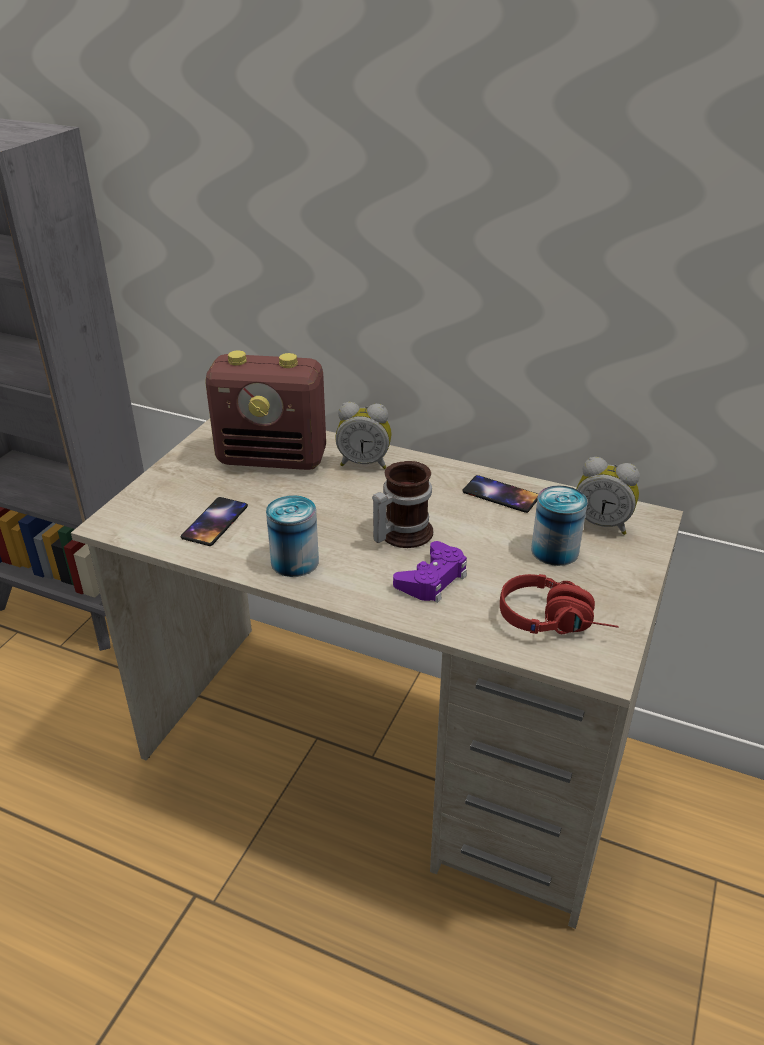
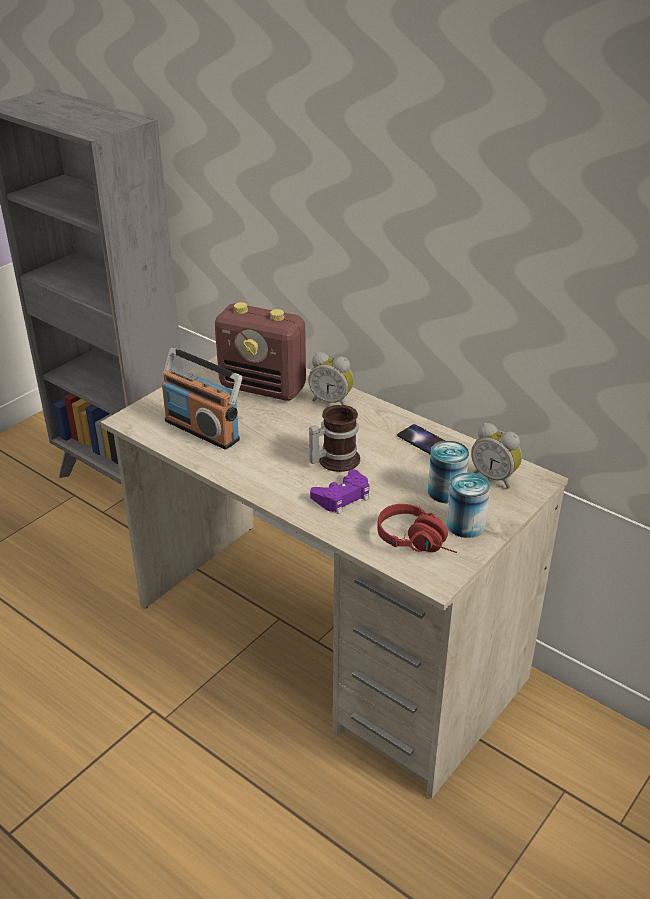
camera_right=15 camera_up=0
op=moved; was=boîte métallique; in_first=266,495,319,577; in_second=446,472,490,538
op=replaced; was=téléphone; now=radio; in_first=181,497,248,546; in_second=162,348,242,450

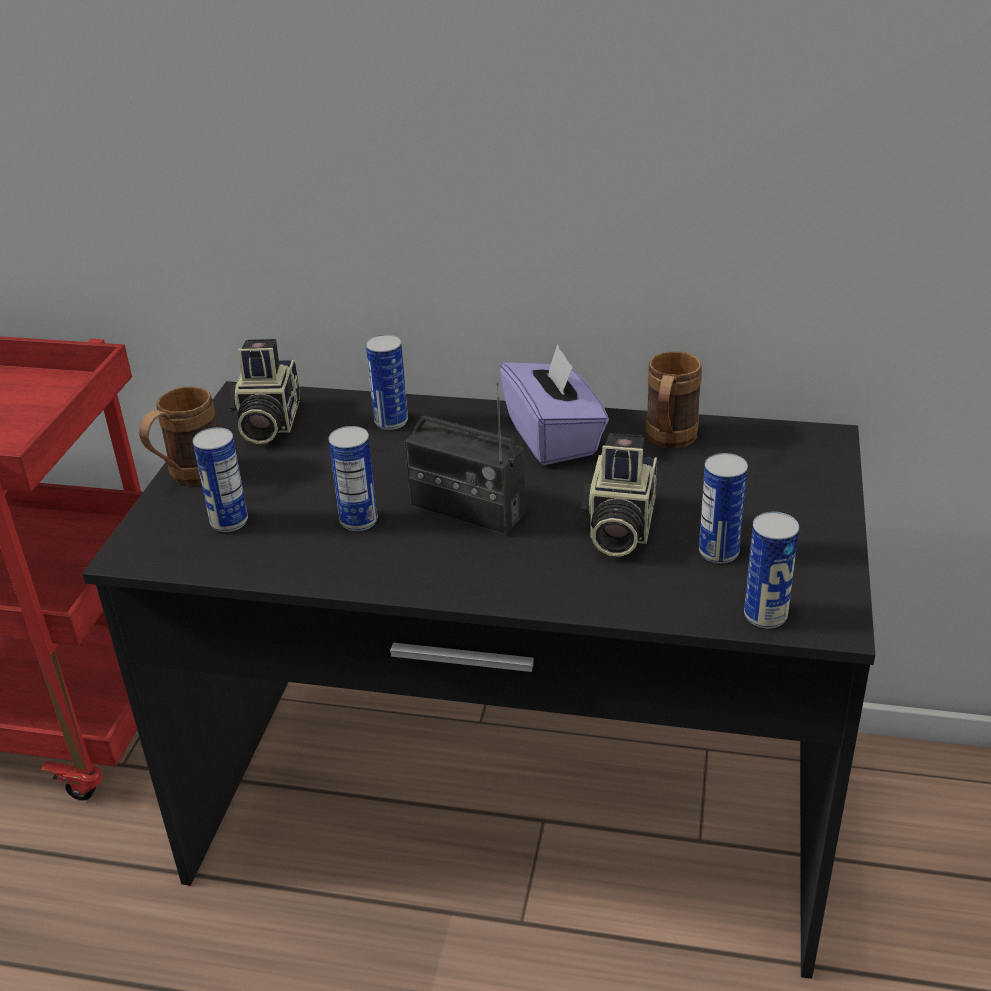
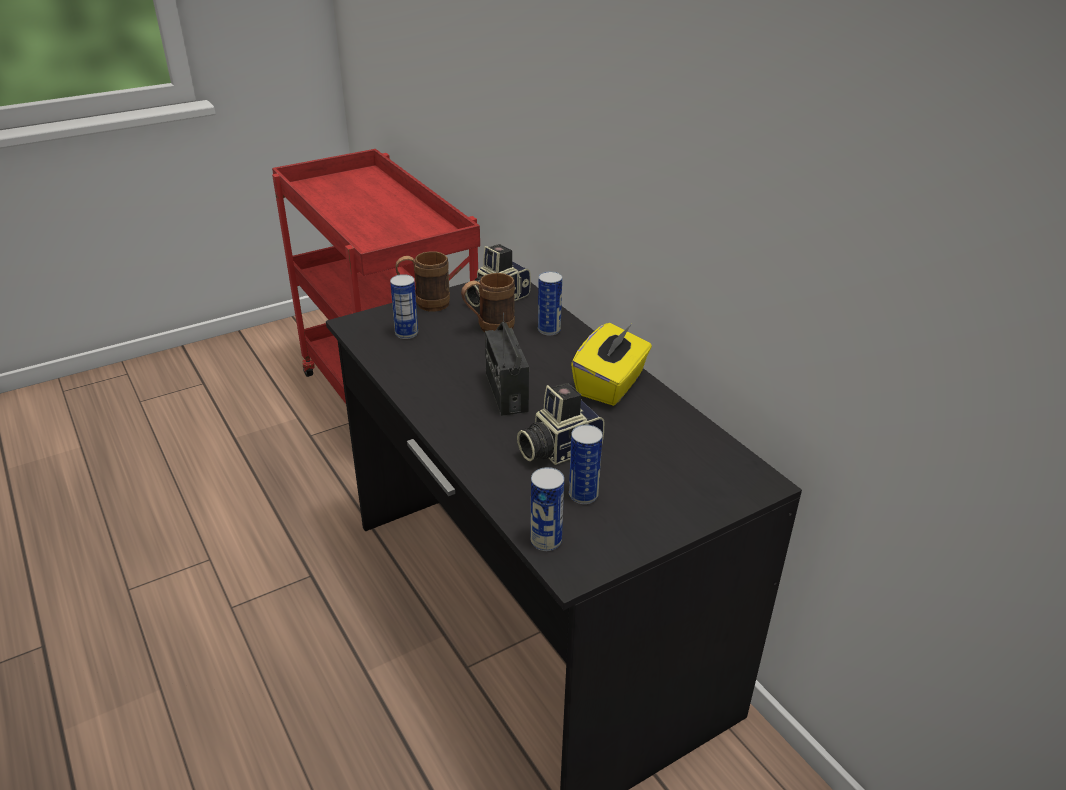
camera_right=45 camera_up=0
op=recoloured; was=boîte à mouchoirs [violet]; now=boîte à mouchoirs [jaune]; in_first=500,344,609,465; in_second=571,323,652,406
op=moved; was=mug [marron]; in_first=646,351,702,448; in_second=461,273,515,332
op=removed; was=boîte métallique; in_first=328,426,378,531

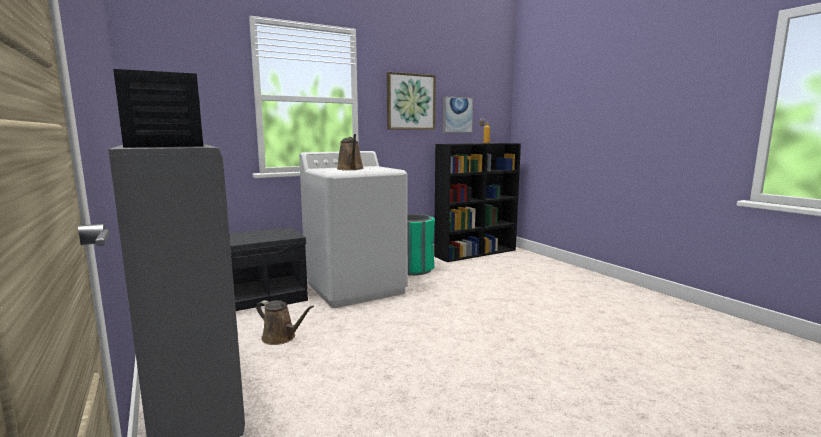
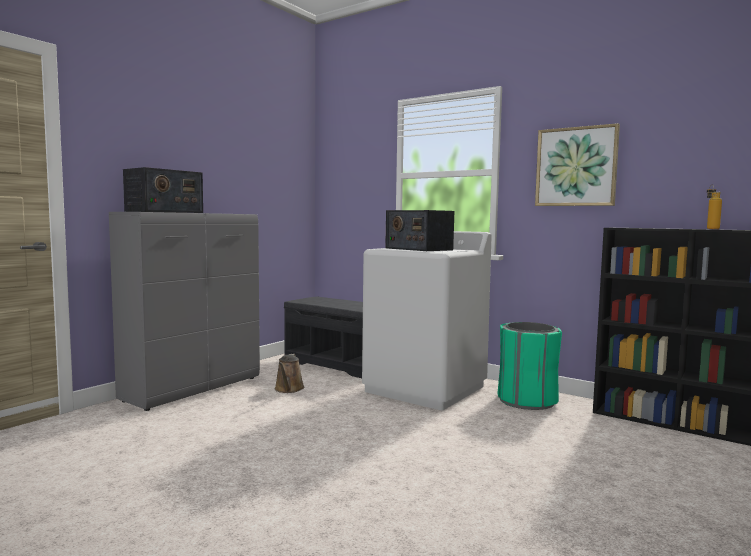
camera_right=65 camera_up=-5
op=removed; was=tableau; in_first=443,97,473,133
op=replaced; was=arrosoir [marron]; now=radio; in_first=337,134,364,170; in_second=385,210,454,251

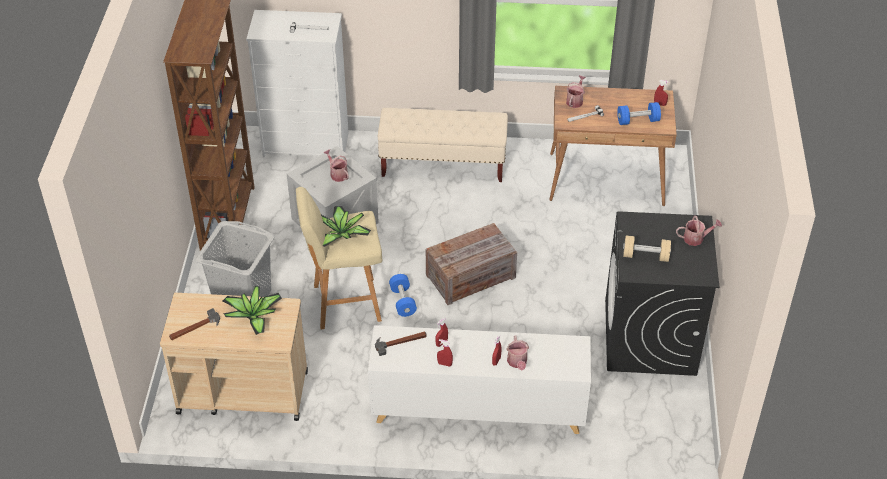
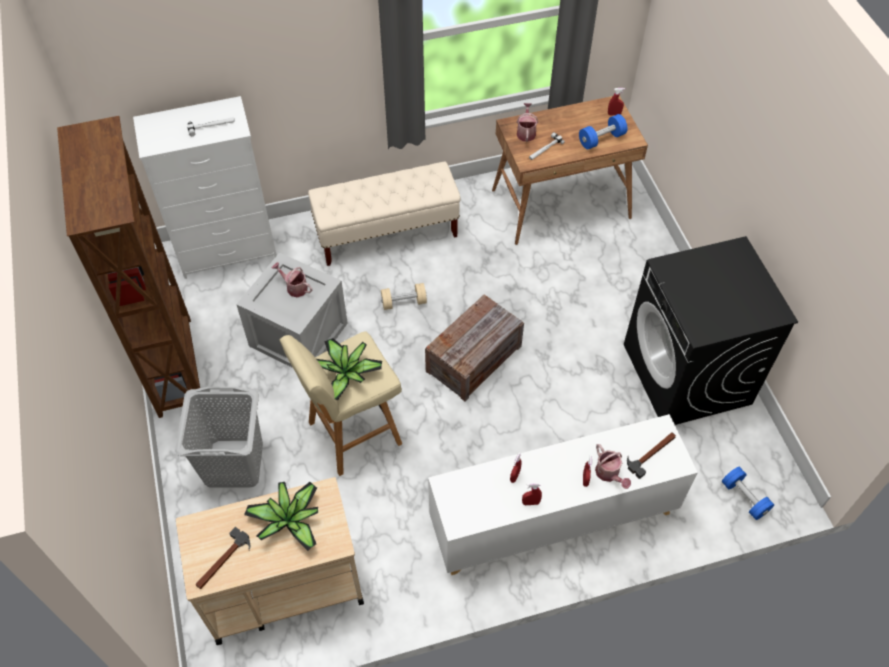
camera_right=-20 camera_up=10
op=removed; was=arrosoir; in_first=676,216,722,246
op=moved; was=haltère [beige]; in_first=623,236,671,262; in_second=381,283,427,310
op=moved; was=haltère [bleu]; in_first=389,274,417,317; in_second=722,467,774,520
op=moved; was=marteau; in_first=375,331,427,356; in_second=627,432,676,479

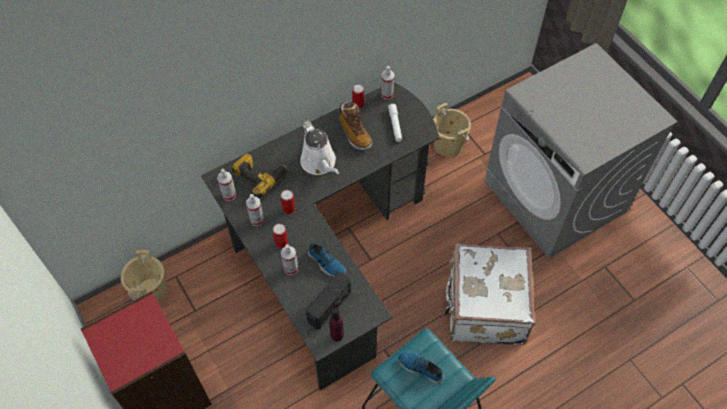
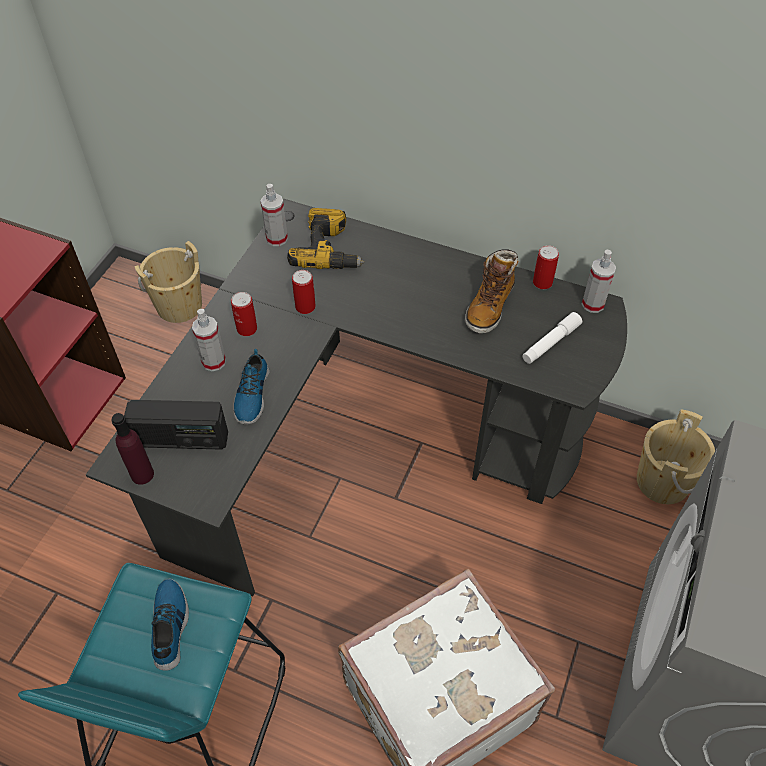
camera_right=55 camera_up=-5
op=removed; was=arrosoir [blanc]; in_first=300,120,339,175
op=removed; was=vaporisateur; in_first=246,194,264,226

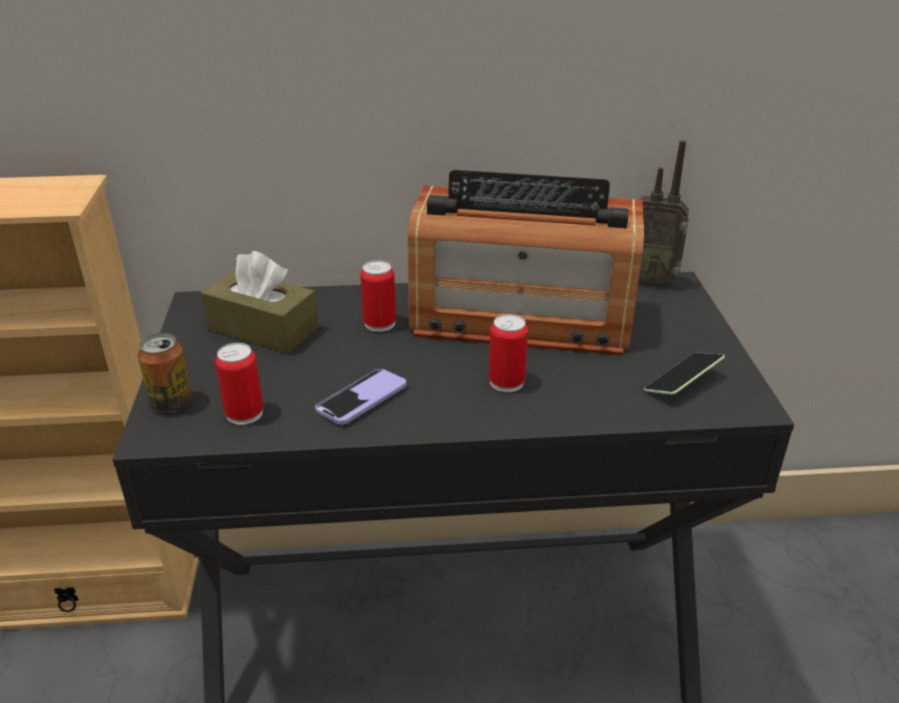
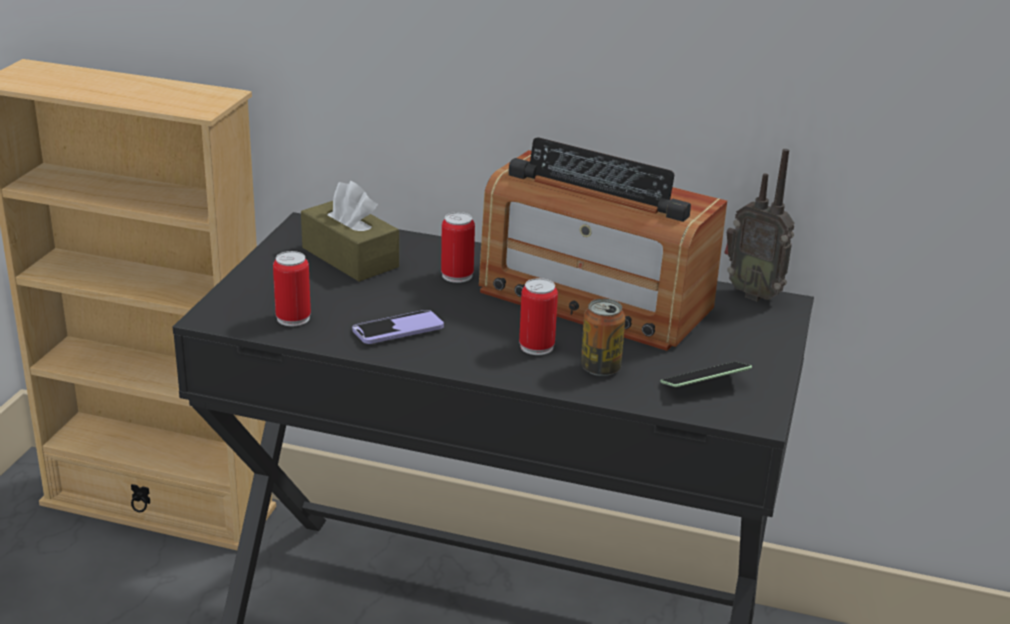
camera_right=20 camera_up=-5
op=moved; was=boîte métallique; in_first=137,333,193,412; in_second=581,299,625,376

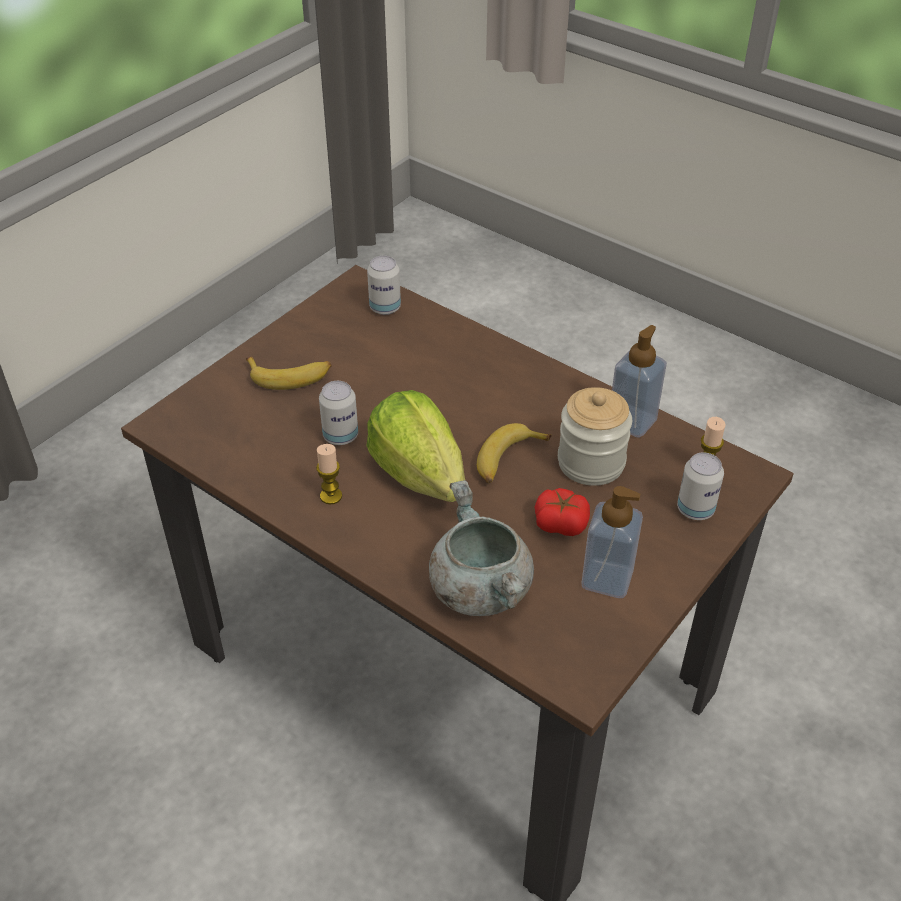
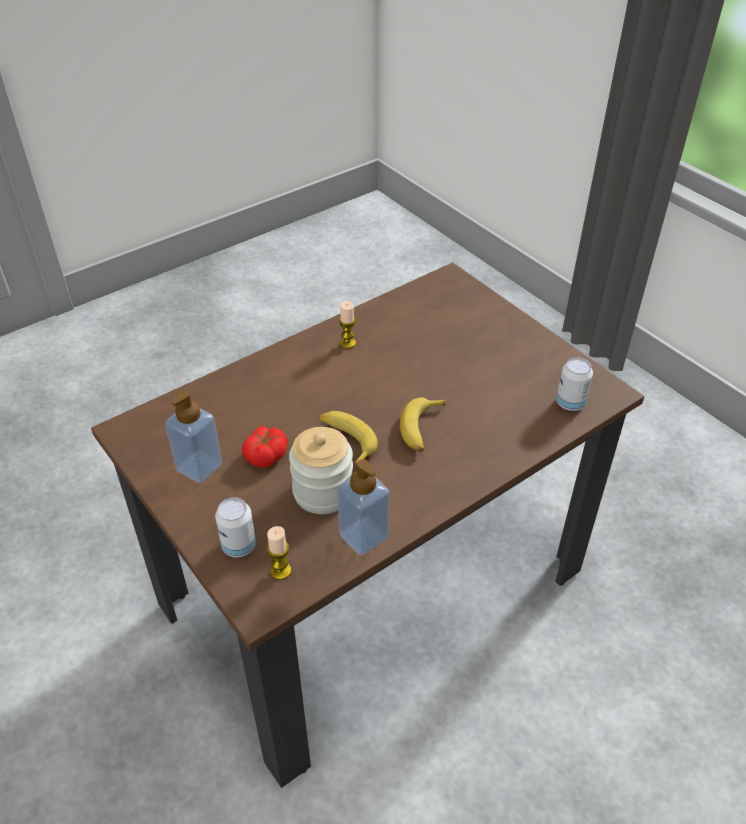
camera_right=105 camera_up=0
op=moved; was=banane; in_first=246,357,332,390; in_second=400,397,446,452
op=removed; was=boîte métallique; in_first=319,381,358,445
op=removed; was=laitue; in_first=366,390,465,502
op=removed; was=marmite [gris]; in_first=429,480,534,616

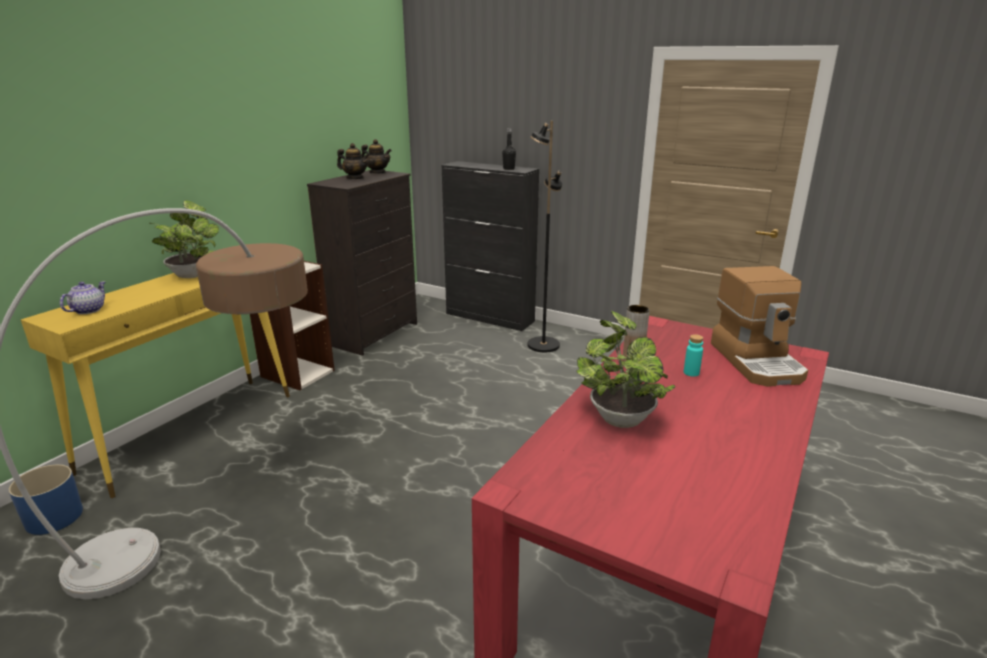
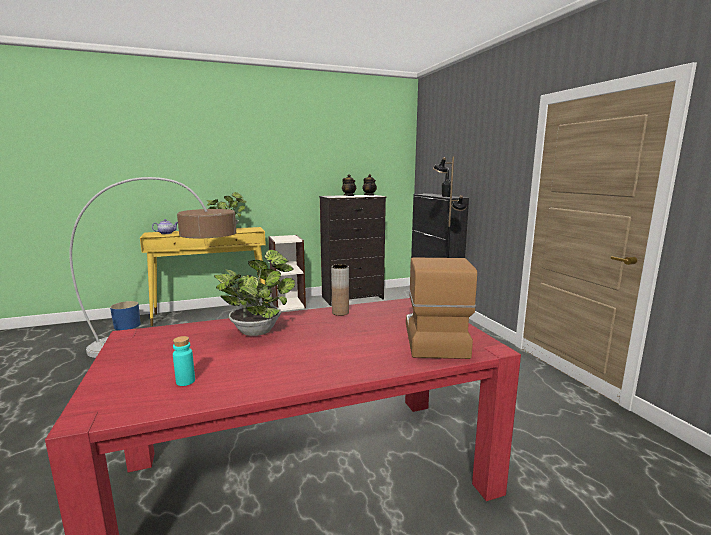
camera_right=40 camera_up=-10
op=turned; was=machine à café; in_first=711,266,808,387; in_second=406,258,477,359; clockwise=150
op=moved; was=bouteille [turquoise]; in_first=684,334,703,377; in_second=173,336,195,386

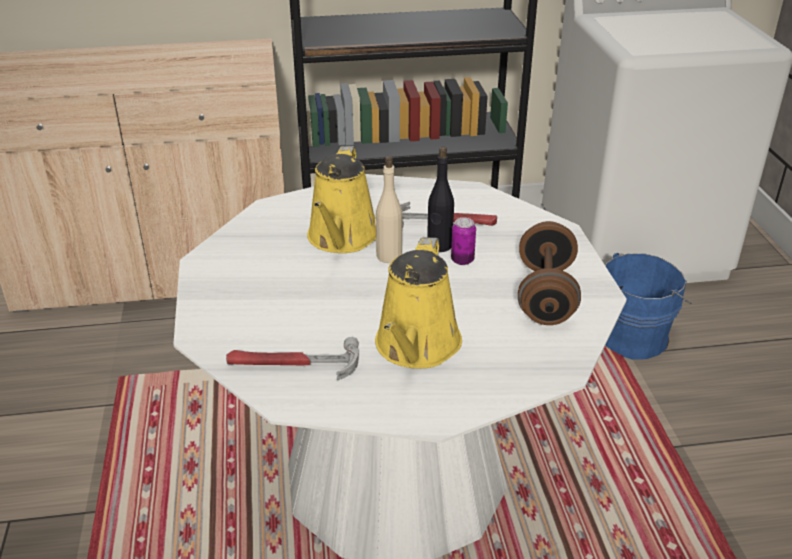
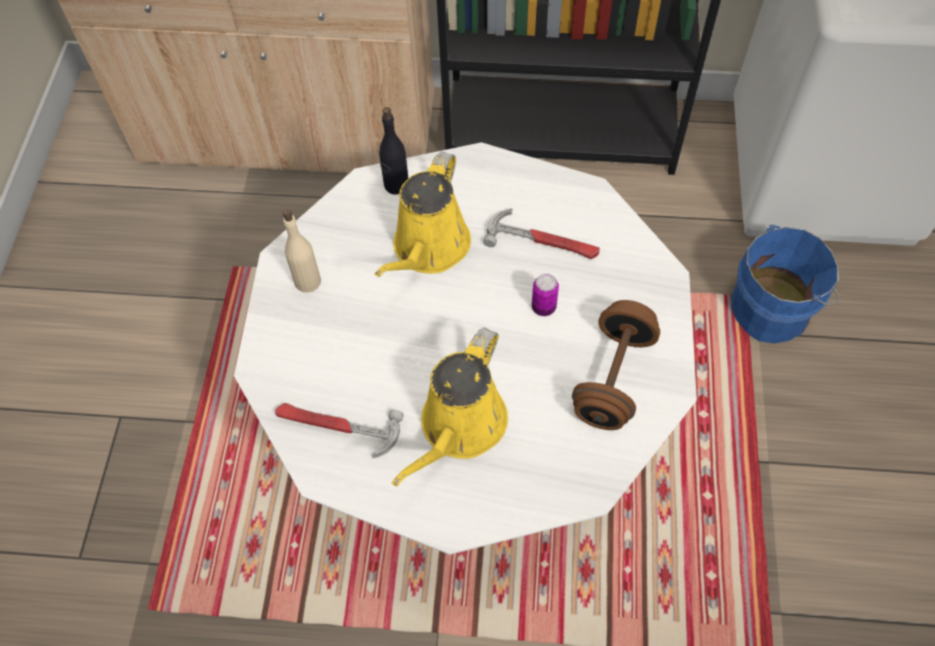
camera_right=15 camera_up=25
op=moved; was=bouteille [noir]; in_first=427,147,454,252; in_second=379,107,408,194
op=moved; was=bouteille [beige]; in_first=375,156,402,263; in_second=283,210,321,293

